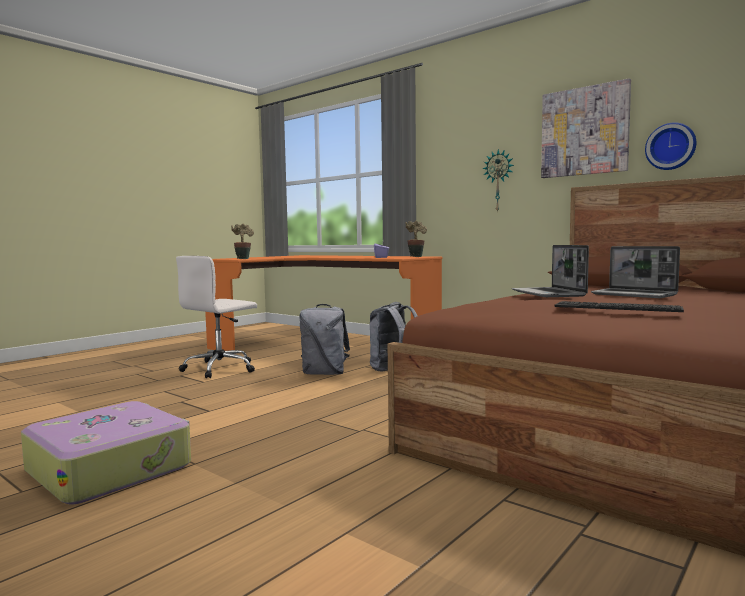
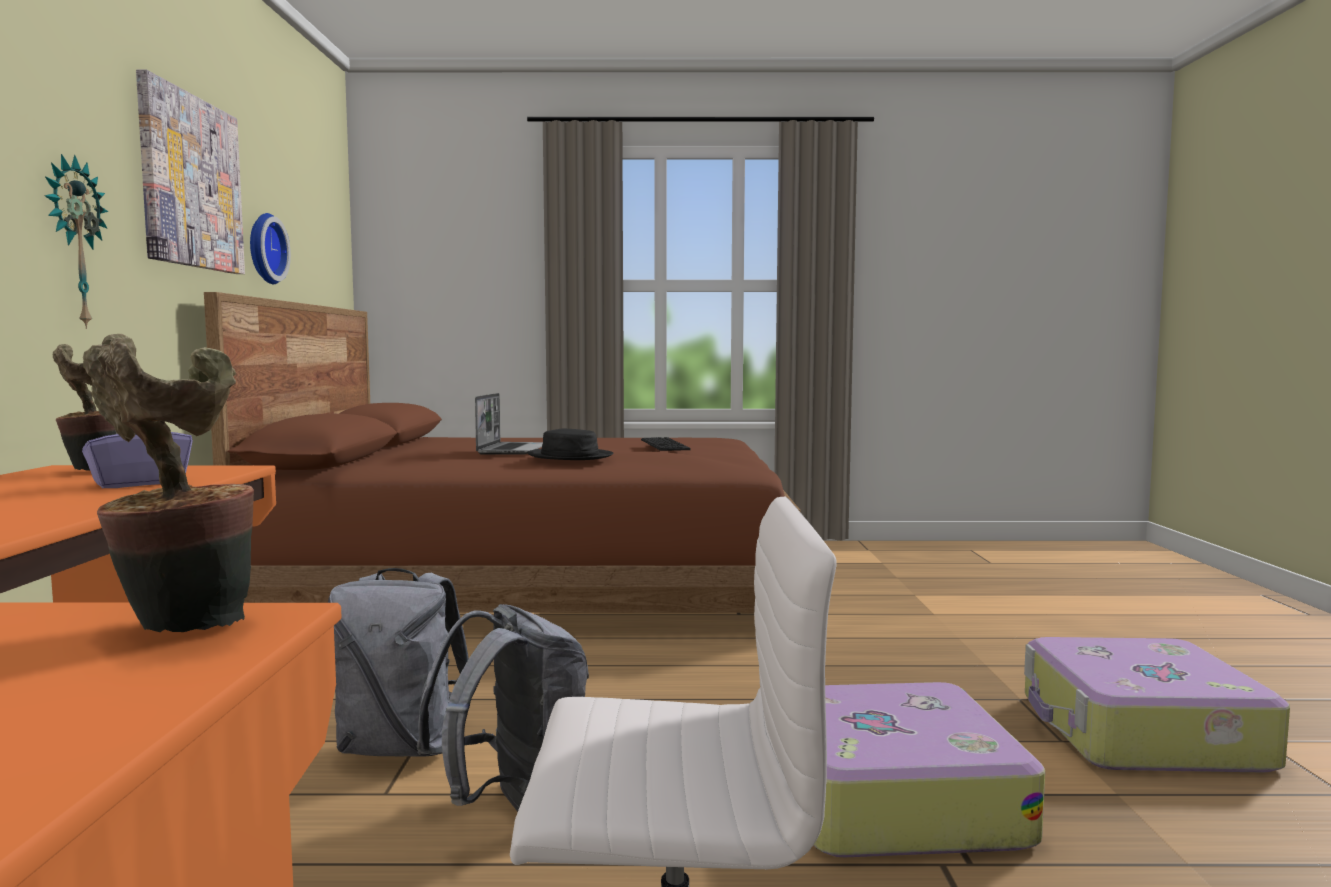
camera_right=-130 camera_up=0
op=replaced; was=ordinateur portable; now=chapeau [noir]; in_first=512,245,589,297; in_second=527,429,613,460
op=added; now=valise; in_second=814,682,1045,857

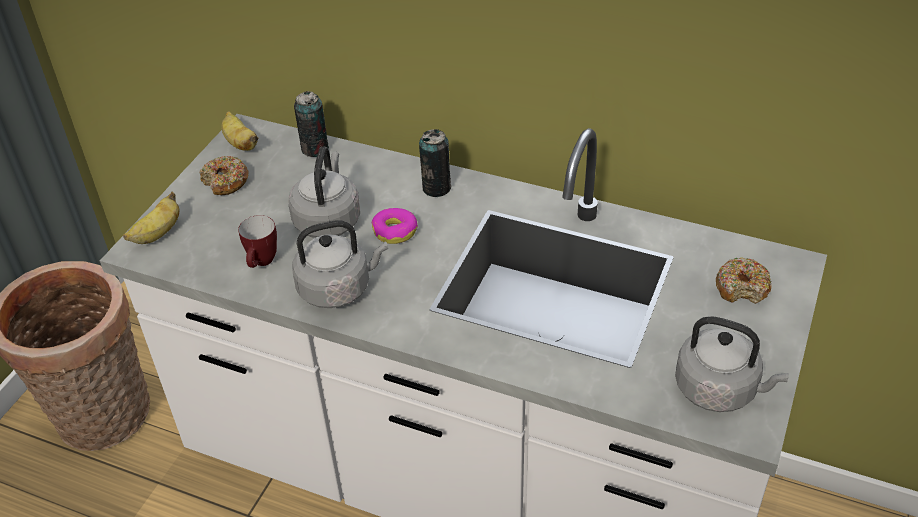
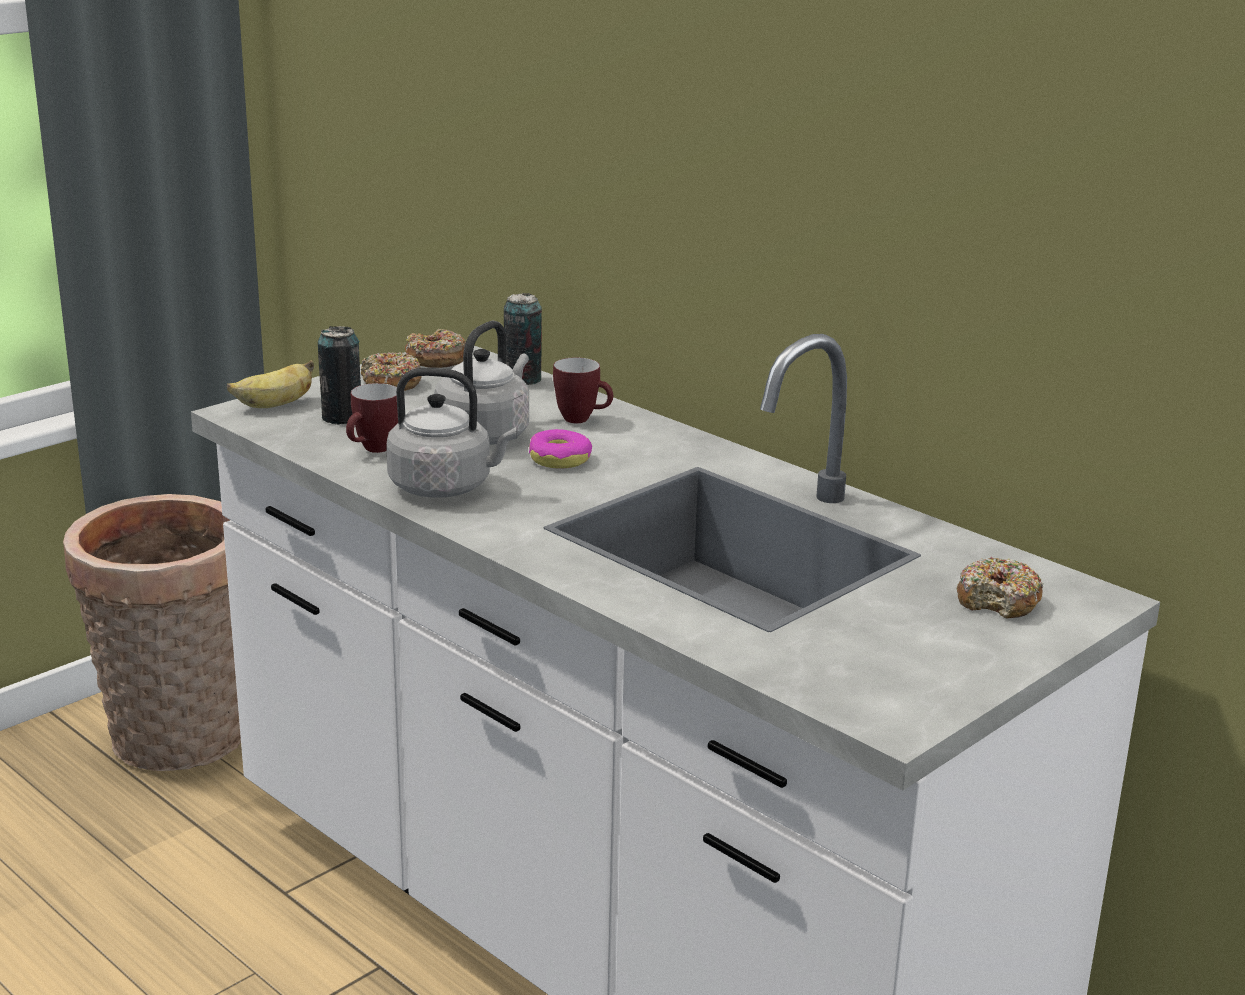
camera_right=20 camera_up=-20
op=replaced; was=banane; now=beignet; in_first=221,111,258,151; in_second=405,329,466,368
op=moved; was=boîte métallique; in_first=419,129,451,197; in_second=318,326,361,425
op=removed; was=bouilloire [gris]; in_first=675,316,789,412
op=added; now=mug; in_second=553,357,613,423

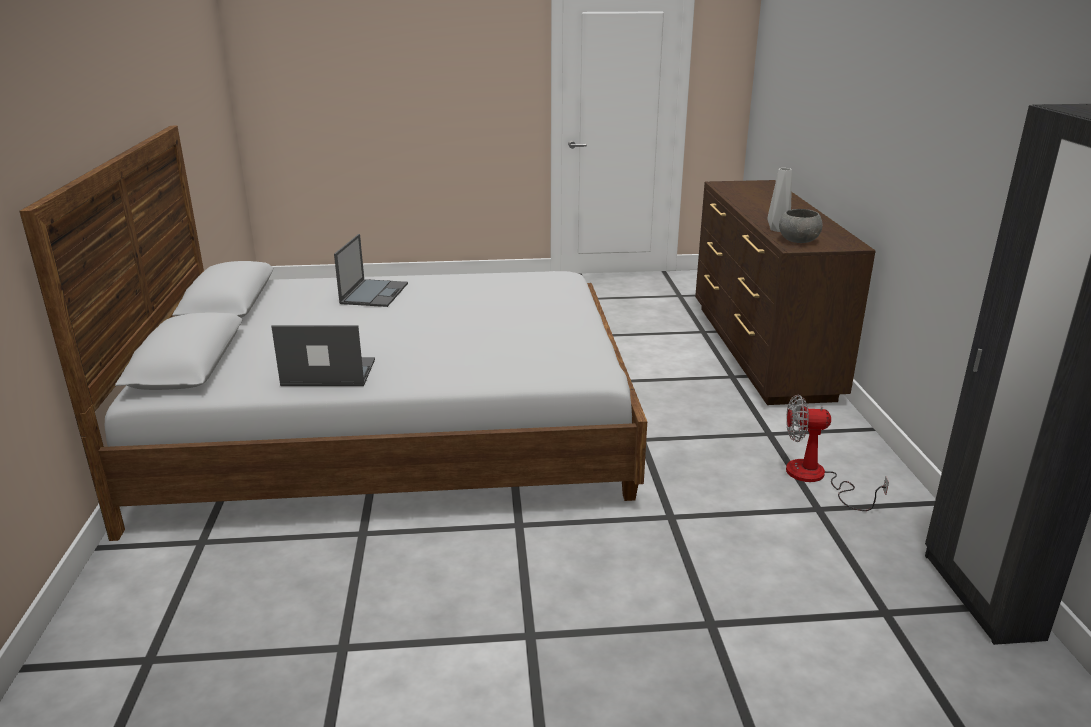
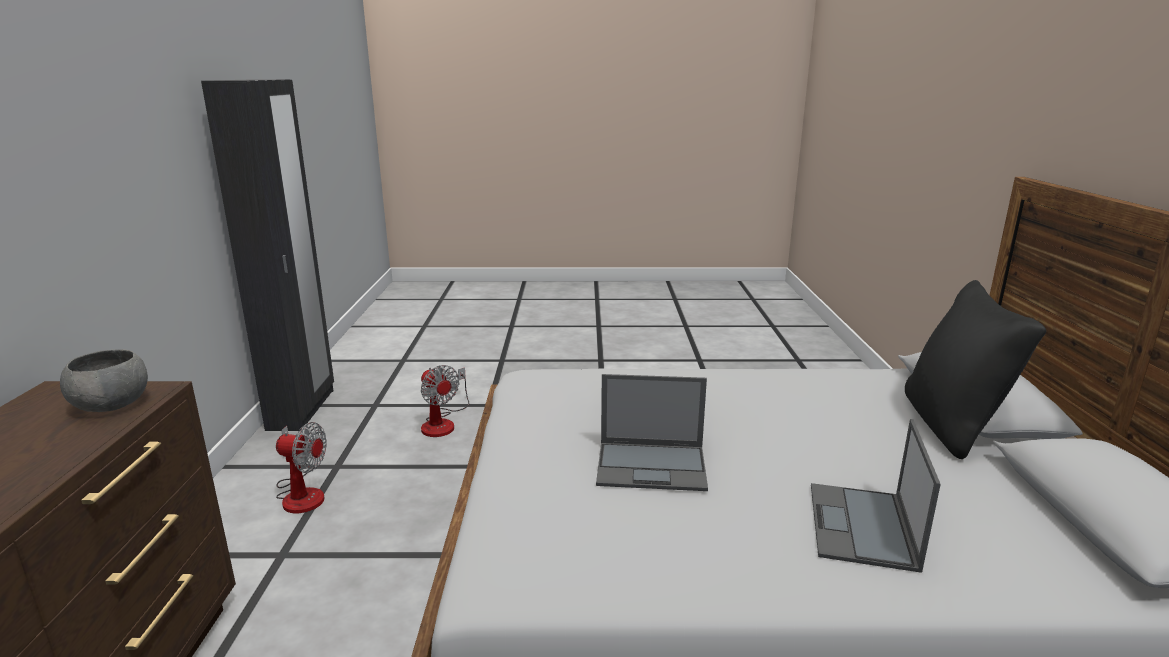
camera_right=-175 camera_up=-5
op=removed; was=vase [gris]; in_first=767,168,792,232
op=moved; was=ordinateur portable; in_first=271,325,375,386; in_second=596,374,708,491
op=added; now=coussin [noir]; in_second=905,280,1046,459
op=added; now=ventilateur; in_second=421,365,469,437

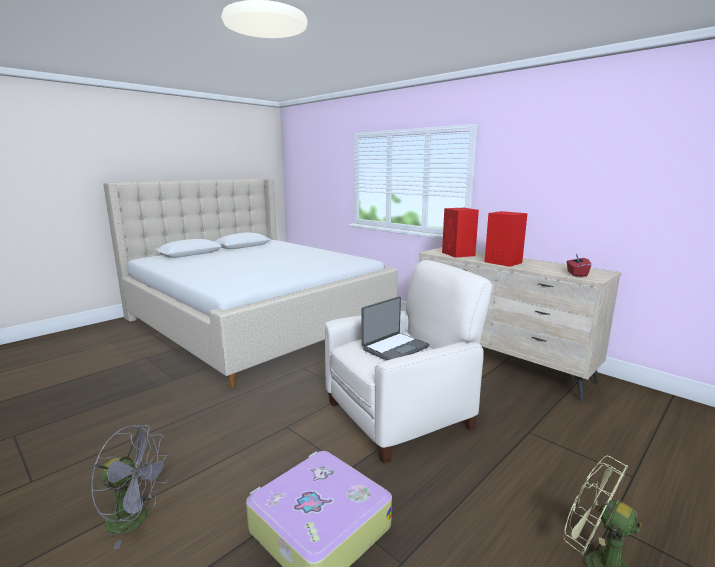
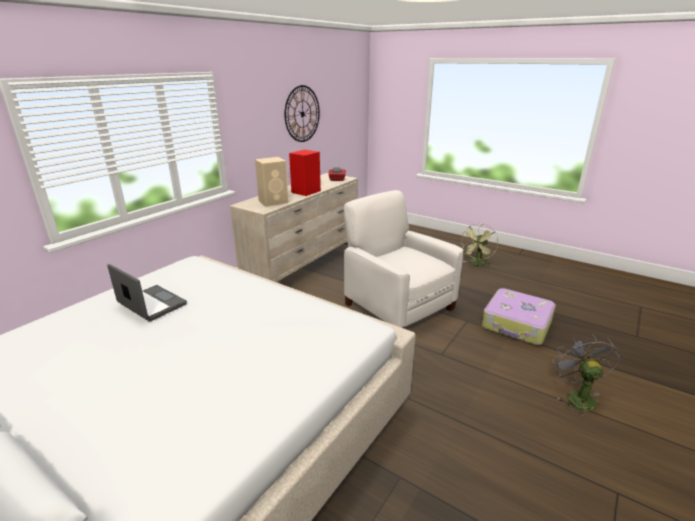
camera_right=-100 camera_up=10
op=recoloured; was=enceinte [rouge]; now=enceinte [beige]; in_first=442,208,479,258; in_second=255,157,289,207
op=moved; was=ordinateur portable; in_first=361,297,430,361; in_second=107,264,187,322
op=added; now=horloge murale; in_second=285,85,320,142

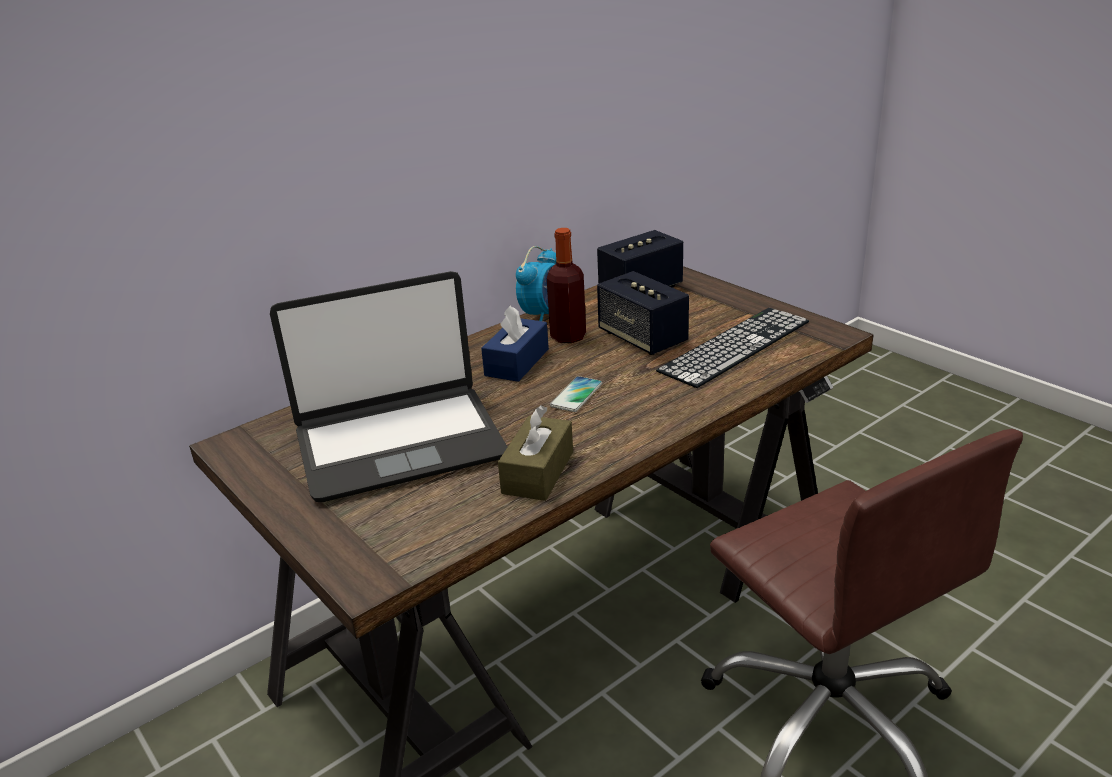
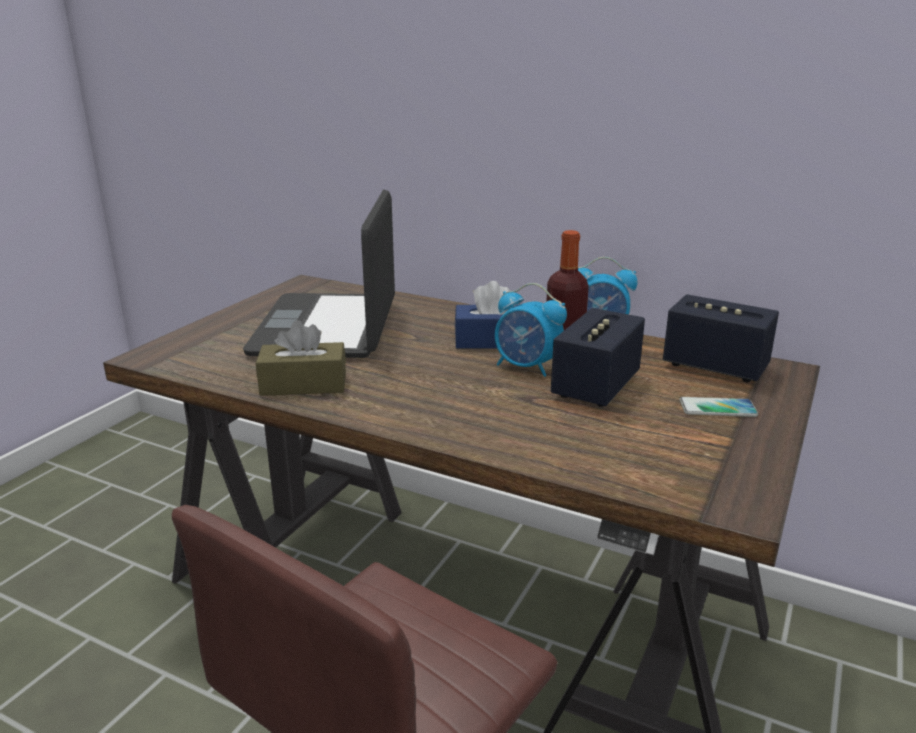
camera_right=65 camera_up=-5
op=turned; was=ordinateur portable; in_first=270,271,507,502; in_second=243,189,395,358; clockwise=45
op=removed; was=clavier; in_first=656,308,809,388
op=moved; was=téléphone; in_first=550,376,602,412; in_second=680,397,758,417
op=added; now=réveil; in_second=495,283,567,377

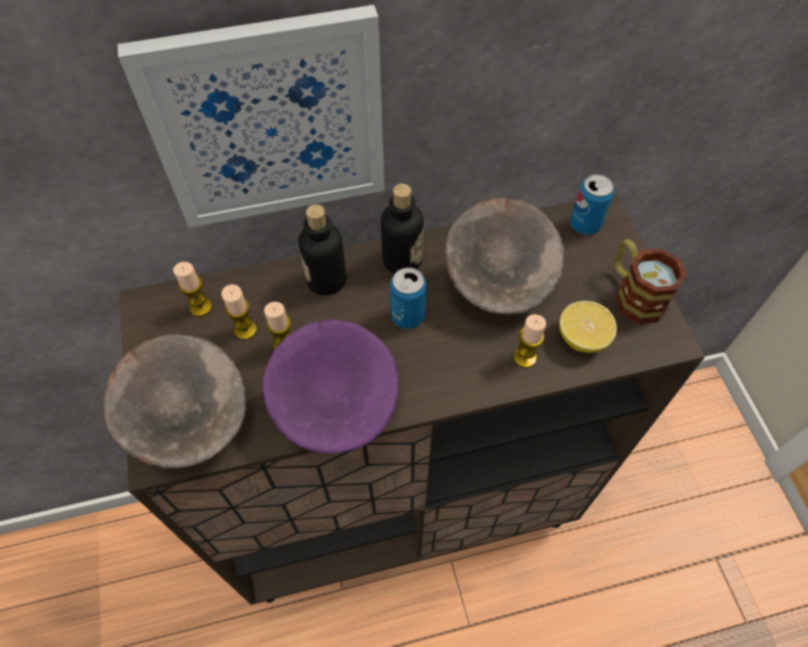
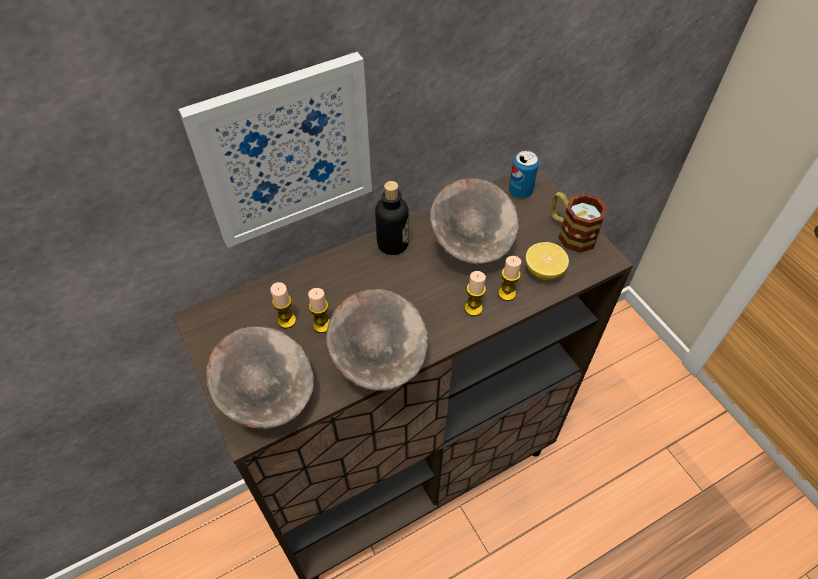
camera_right=-15 camera_up=-5
op=removed; was=bouteille; in_first=298,204,346,295
op=moved; was=bougie; in_first=173,262,212,317; in_second=465,271,486,316
op=removed; was=boîte métallique; in_first=390,268,427,329
op=recoloured; was=bol [violet]; now=bol [gris]; in_first=263,319,399,454; in_second=326,289,428,391

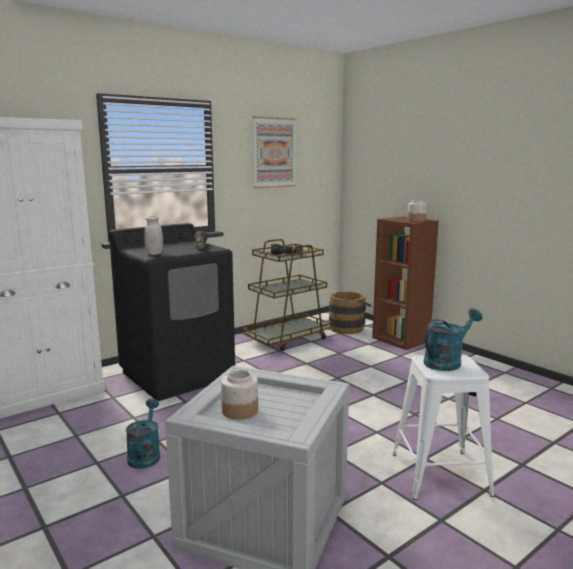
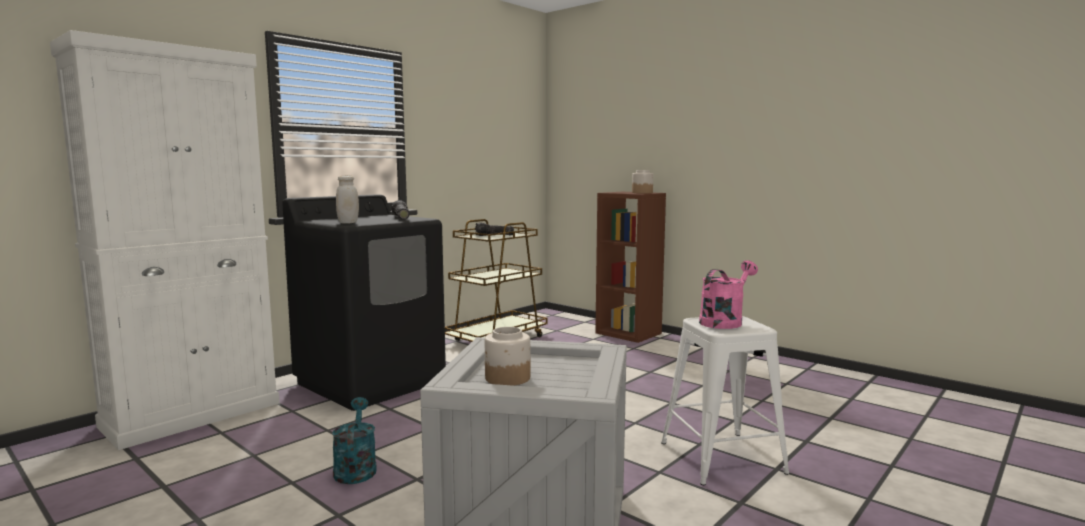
camera_right=-10 camera_up=-5
op=removed; was=tableau; in_first=253,116,296,188
op=removed; was=seau [marron]; in_first=329,291,372,334
op=recoloured; was=arrosoir [turquoise]; now=arrosoir [rose]; in_first=424,308,483,371; in_second=699,260,758,329

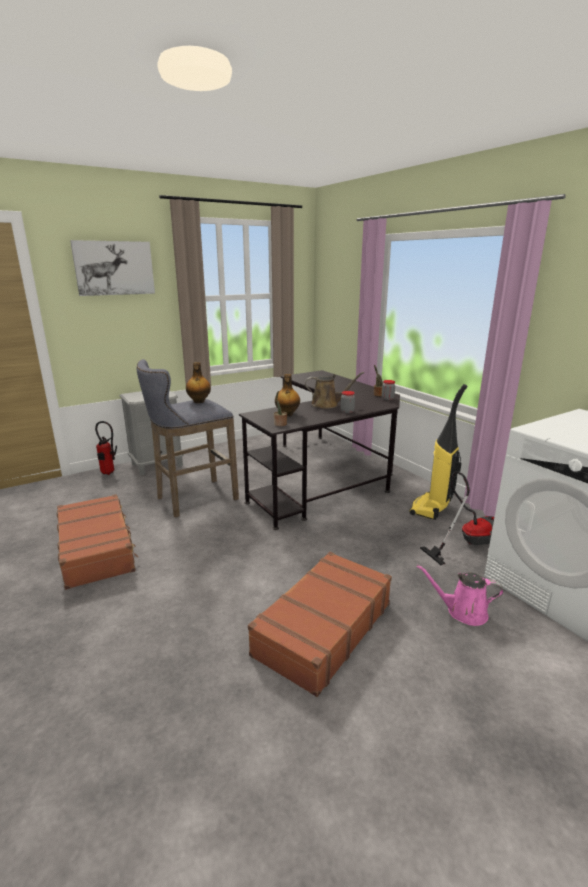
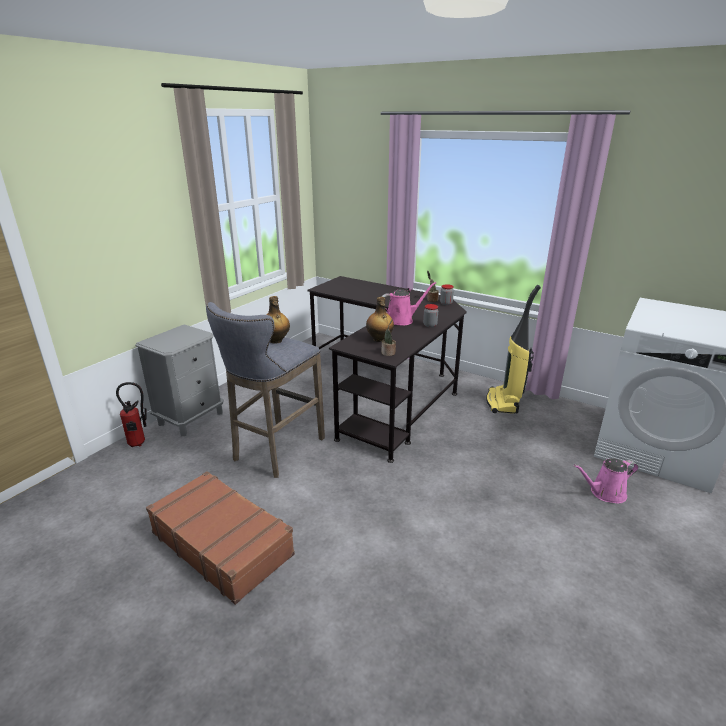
camera_right=-25 camera_up=5
op=removed; was=tableau; in_first=70,240,155,296
op=recoloured; was=arrosoir [marron]; now=arrosoir [rose]; in_first=305,372,364,409; in_second=381,282,436,326
op=removed; was=aspirateur; in_first=420,471,494,565
op=removed; was=valise [marron]; in_first=248,552,392,697

